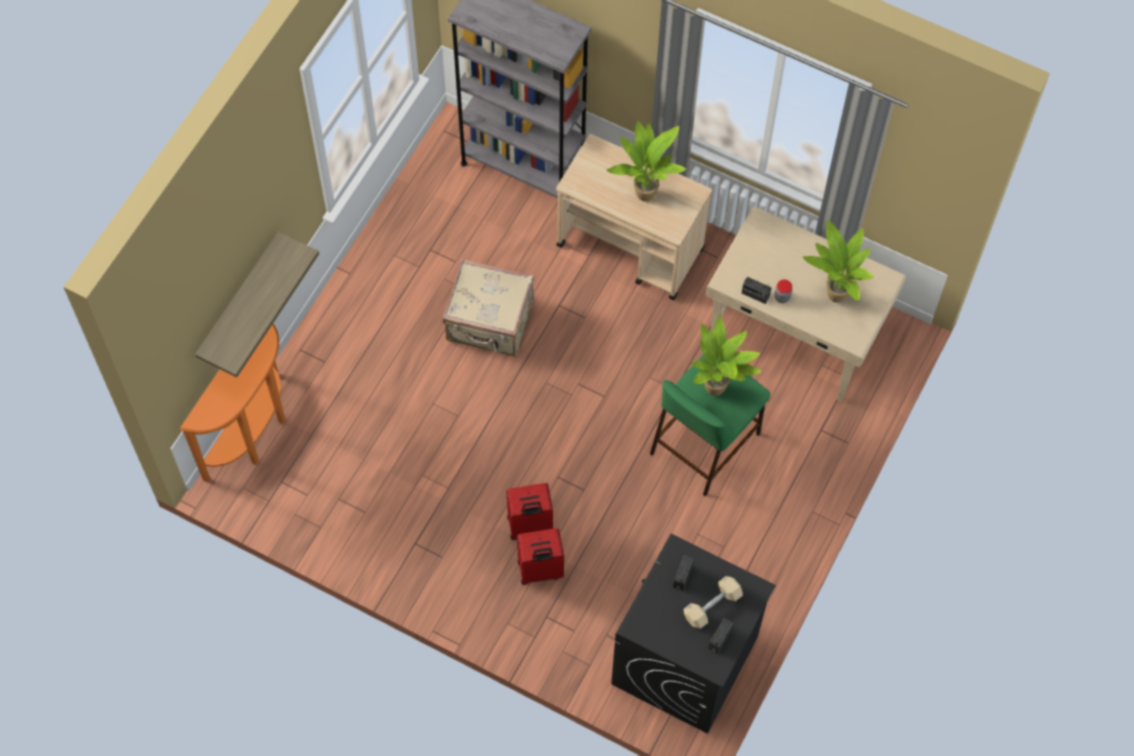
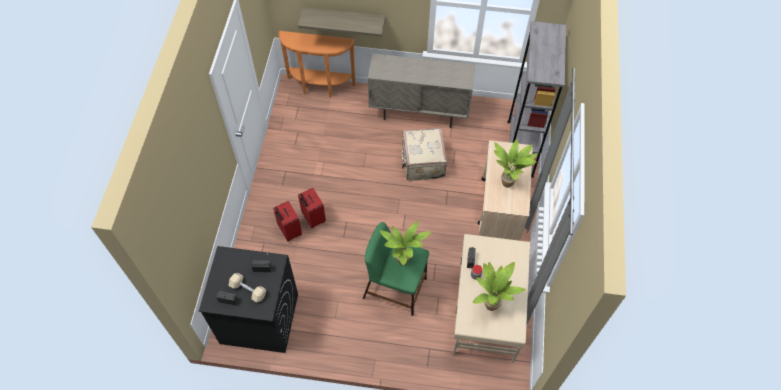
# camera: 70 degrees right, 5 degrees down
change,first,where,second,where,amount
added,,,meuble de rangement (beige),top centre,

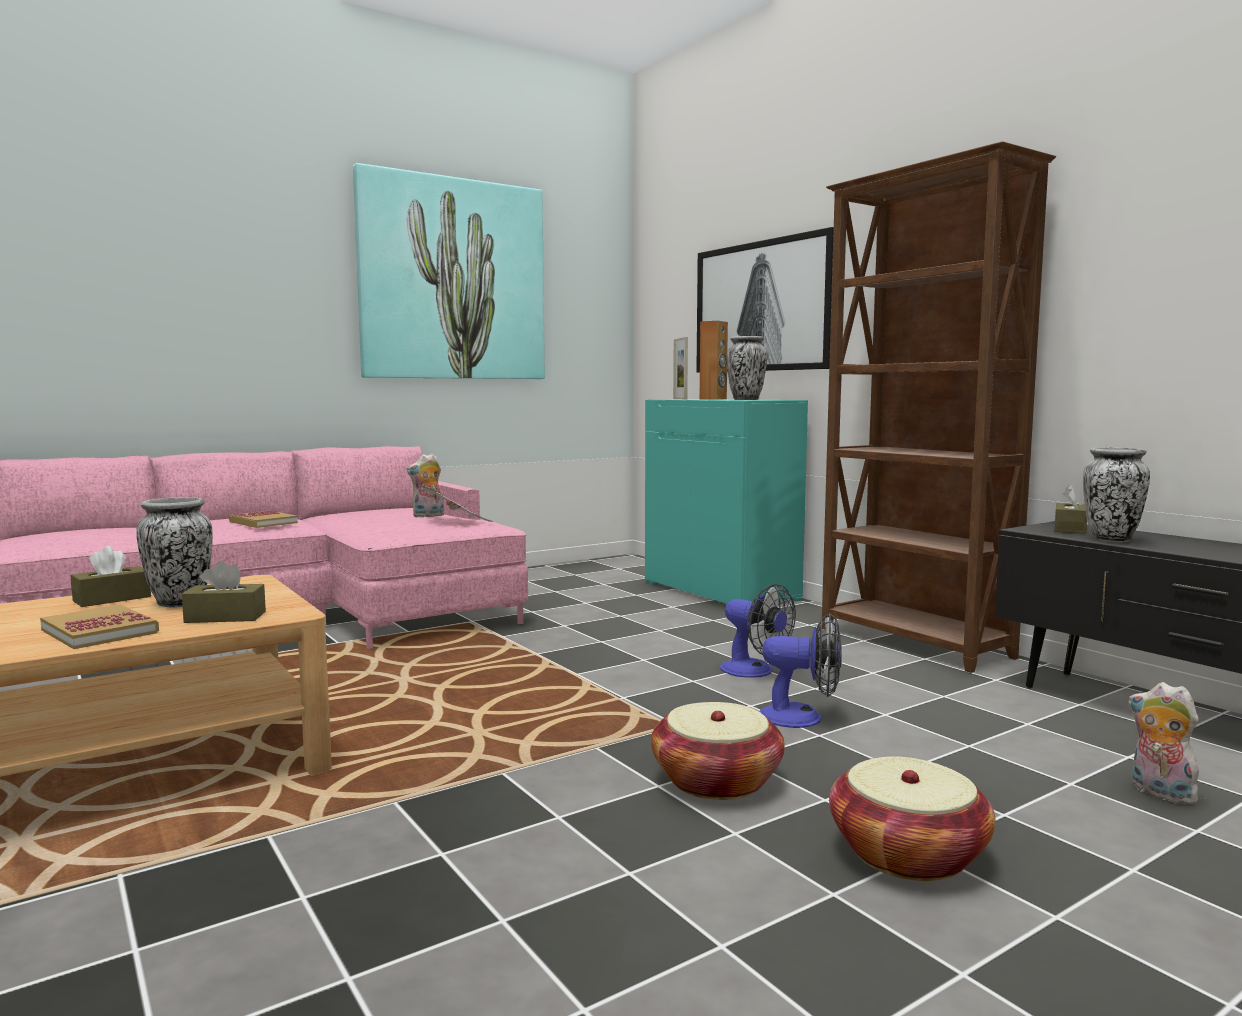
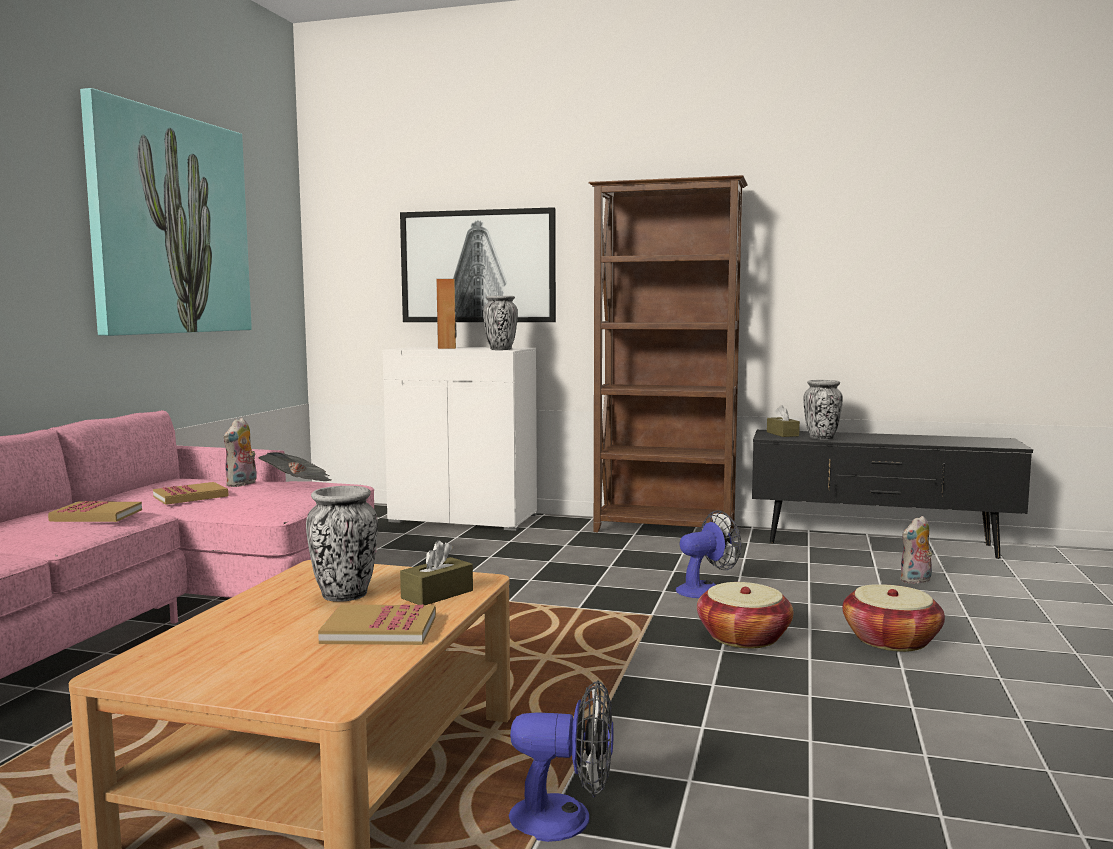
# camera: 40 degrees left, 0 degrees up
change,first,where,second,where,amount
removed,boîte à mouchoirs (marron) (1st from left),middle left,,,
removed,cadre photo,centre,,,
added,,,livre (2nd from left),middle left,
moved,ventilateur (1st from left),centre,,bottom centre,
recoloured,meuble de rangement (turquoise),centre,meuble de rangement (blanc),centre,
turned,peluche (2nd from left),bottom right,,middle right,45 degrees counterclockwise

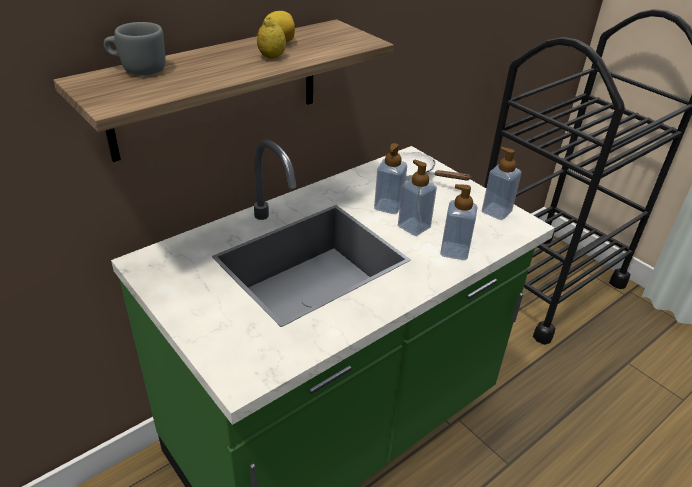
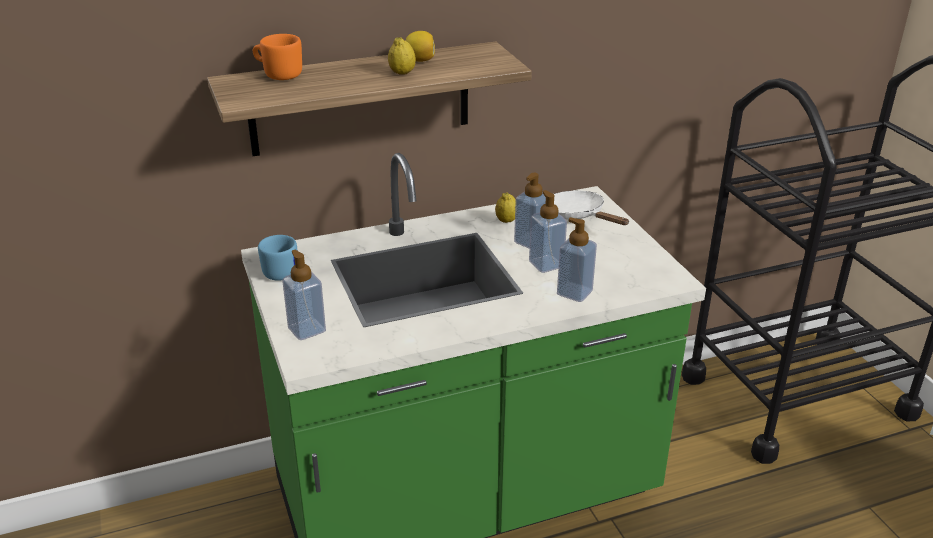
# camera: 20 degrees right, 5 degrees down
change,first,where,second,where,amount
added,,,mug (bleu),middle left,
added,,,citron (3rd from left),centre,
moved,distributeur de savon (4th from left in the first image),middle right,distributeur de savon (1st from left),middle left,
recoloured,mug (gris),top left,mug (orange),top left,

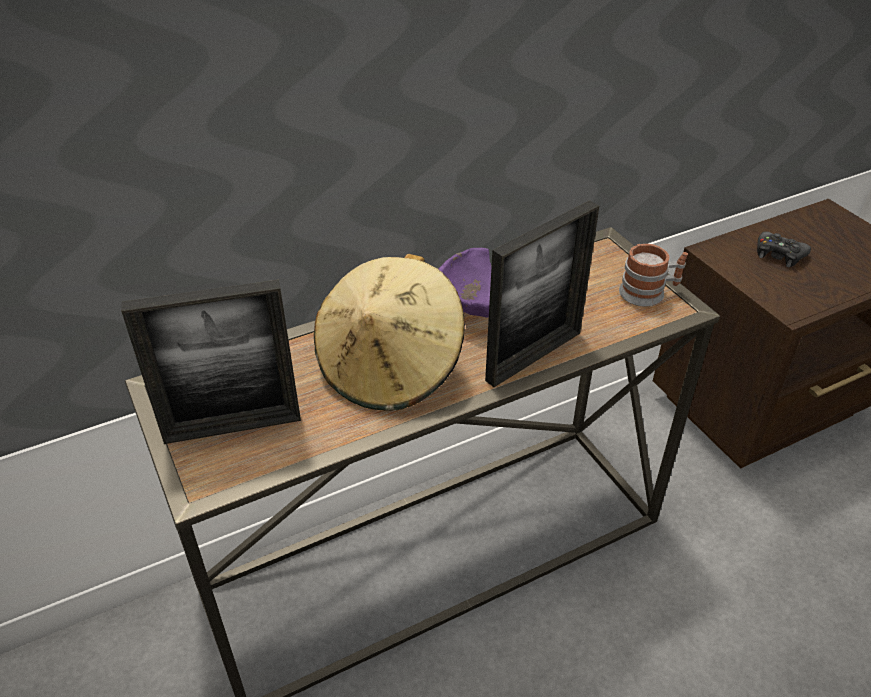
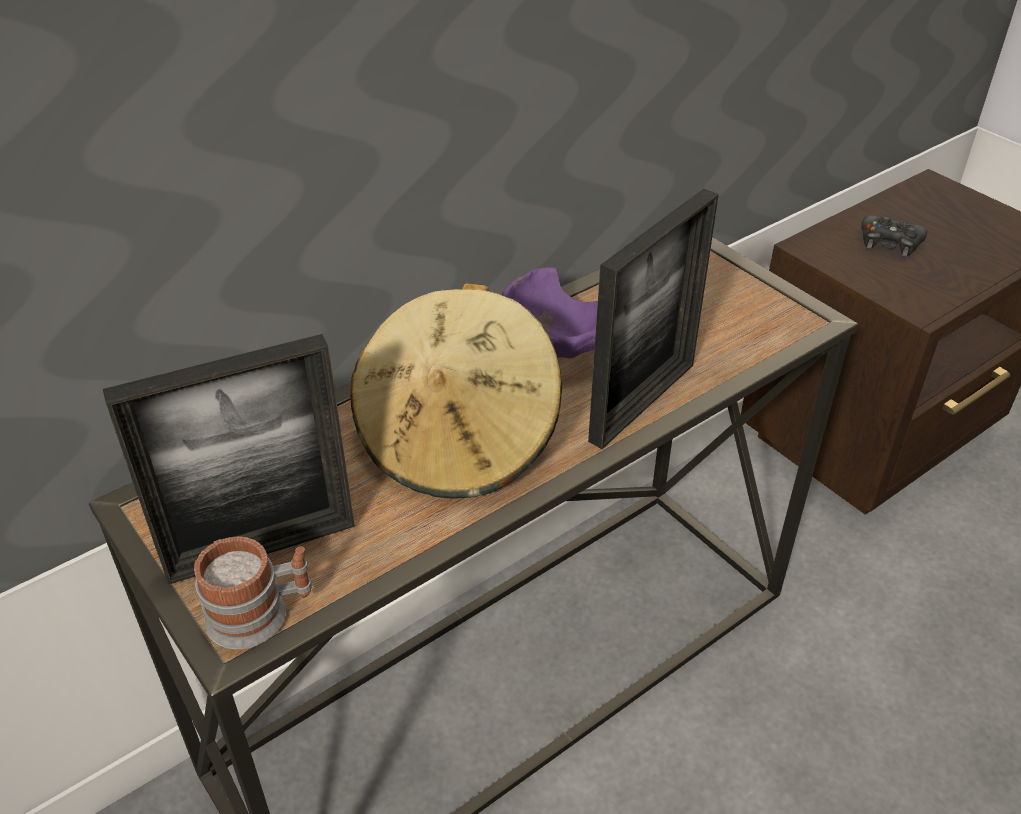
# camera: 10 degrees left, 0 degrees up
change,first,where,second,where,amount
moved,mug,middle right,,bottom left,

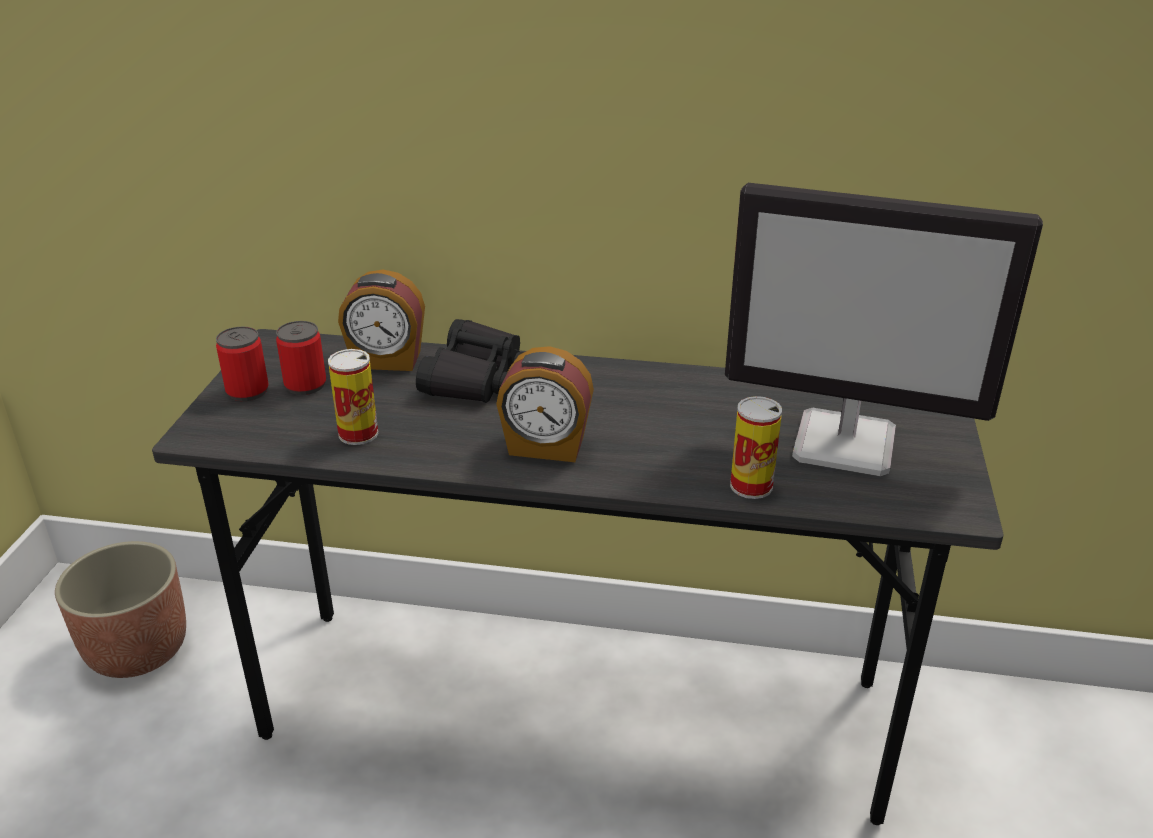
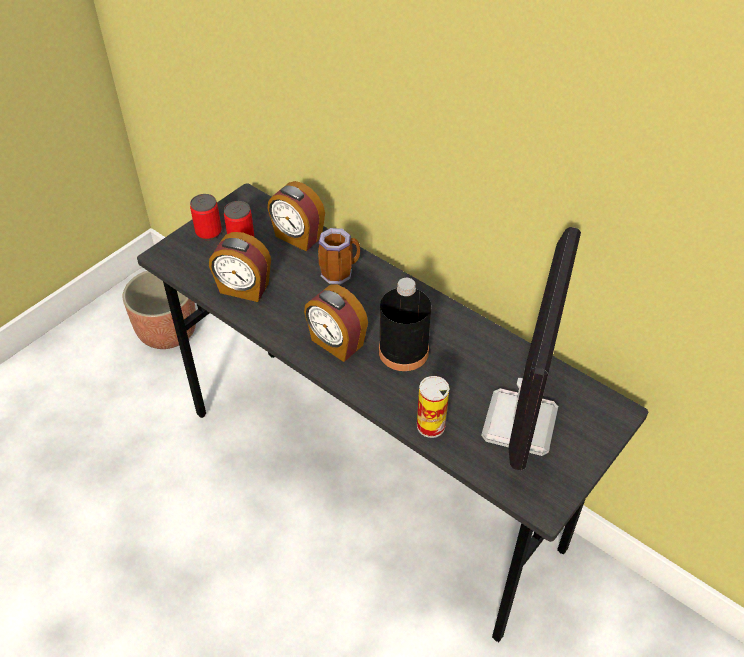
# camera: 30 degrees right, 15 degrees up
change,first,where,second,where,amount
added,,,bouteille (noir),centre,
replaced,boîte métallique (3rd from left),middle left,réveil (1st from left),middle left,
replaced,jumelles (noir),centre,mug,centre,
turned,écran d'ordinateur,middle right,,middle right,120 degrees counterclockwise

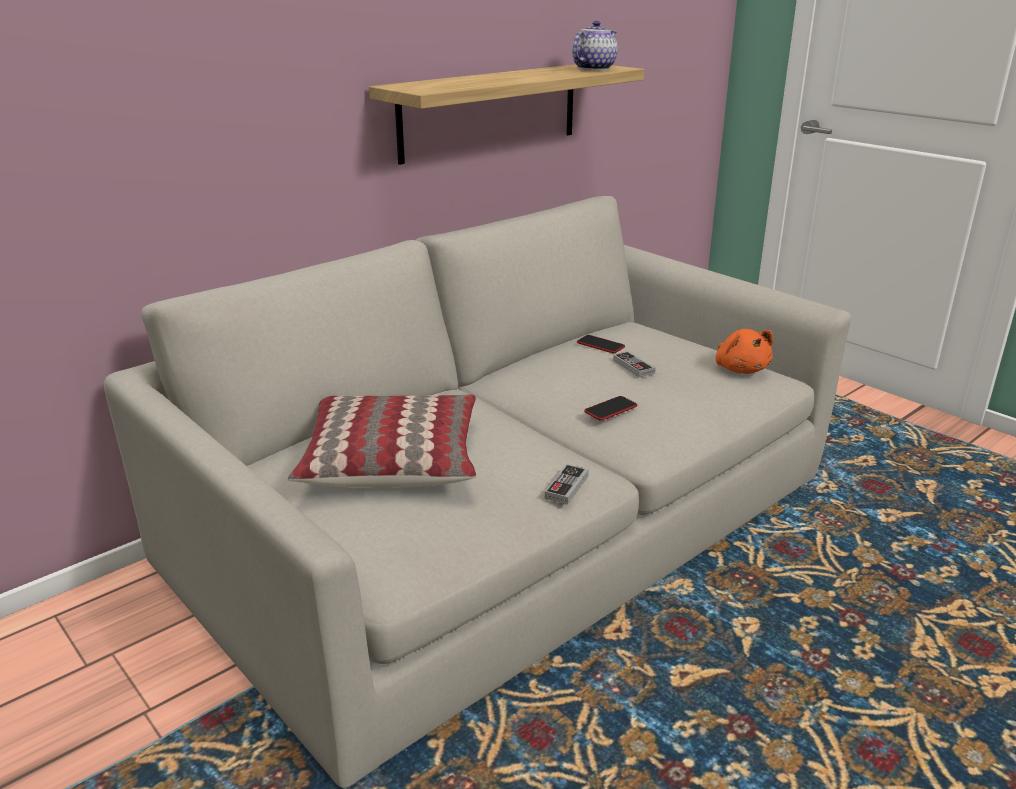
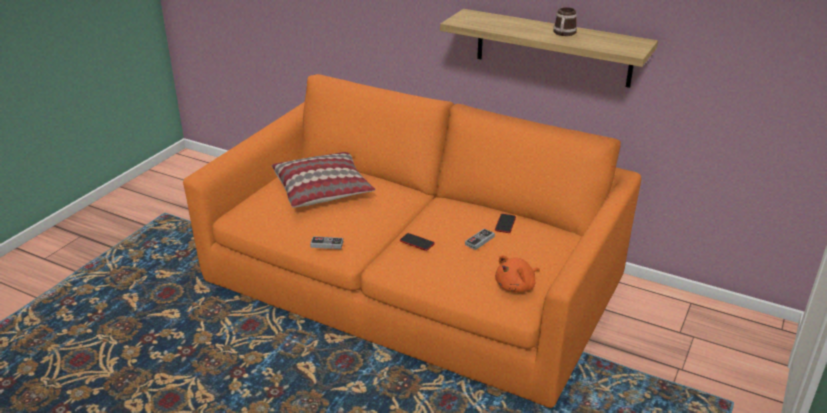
# camera: 70 degrees right, 5 degrees up
change,first,where,second,where,amount
removed,théière,top centre,,,
added,,,mug,top right,
recoloured,canapé (gris),centre,canapé (orange),centre,

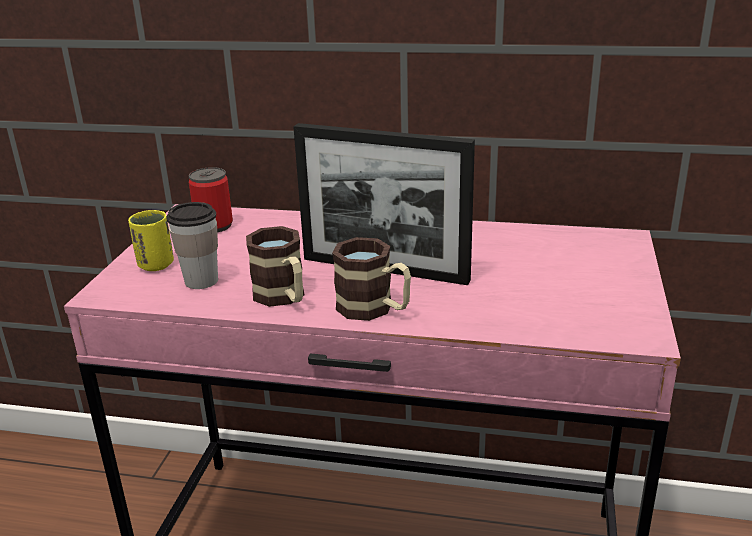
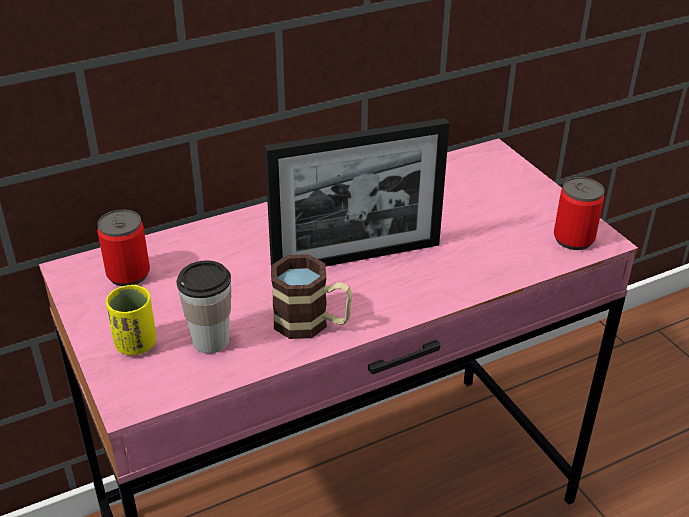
# camera: 40 degrees left, 10 degrees up
change,first,where,second,where,amount
removed,mug (2nd from left),centre,,,
added,,,boîte métallique (2nd from left),middle right,

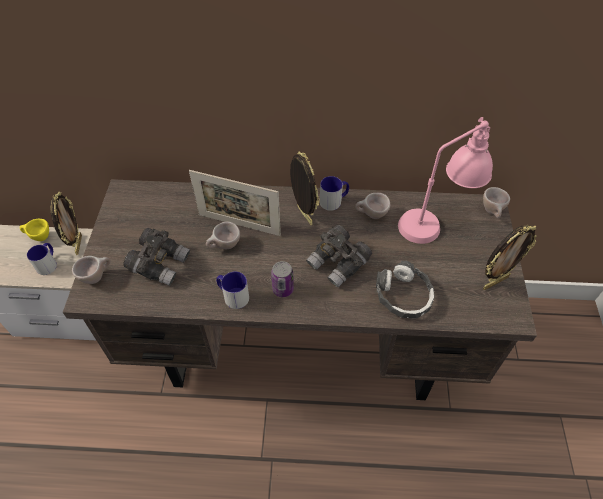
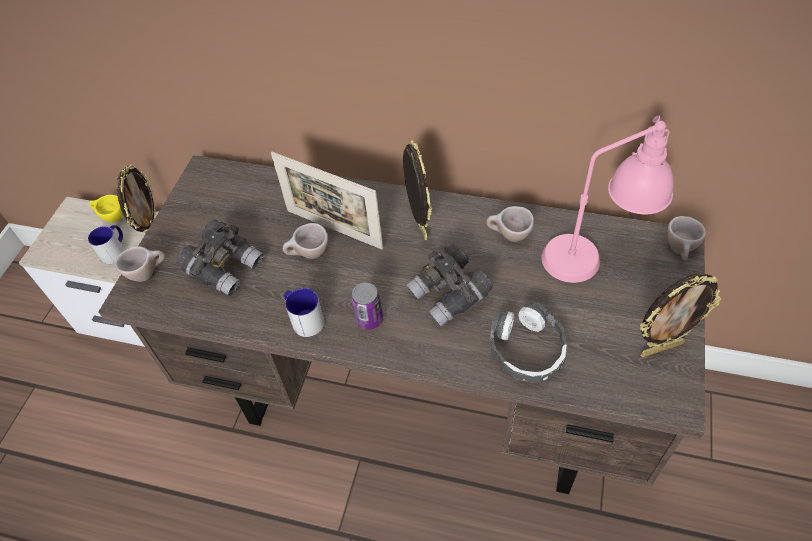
# camera: 15 degrees right, 0 degrees up
change,first,where,second,where,amount
removed,mug (3rd from left),centre,,,

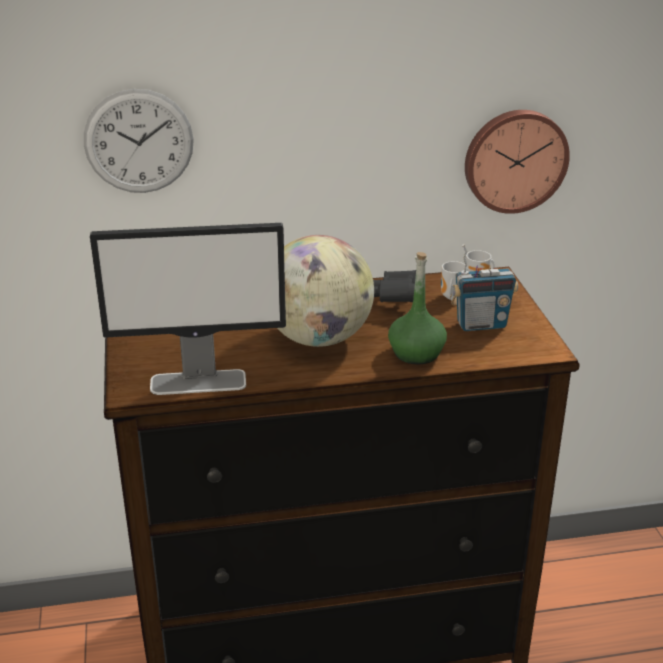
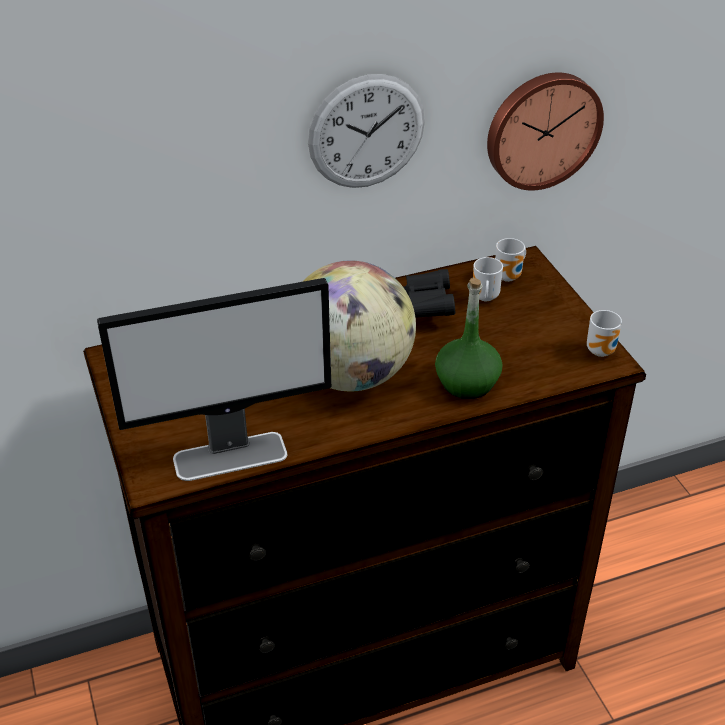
# camera: 10 degrees left, 10 degrees up
change,first,where,second,where,amount
removed,radio,middle right,,,
added,,,mug (3rd from left),middle right,
moved,horloge murale (1st from left),top left,,top centre,

